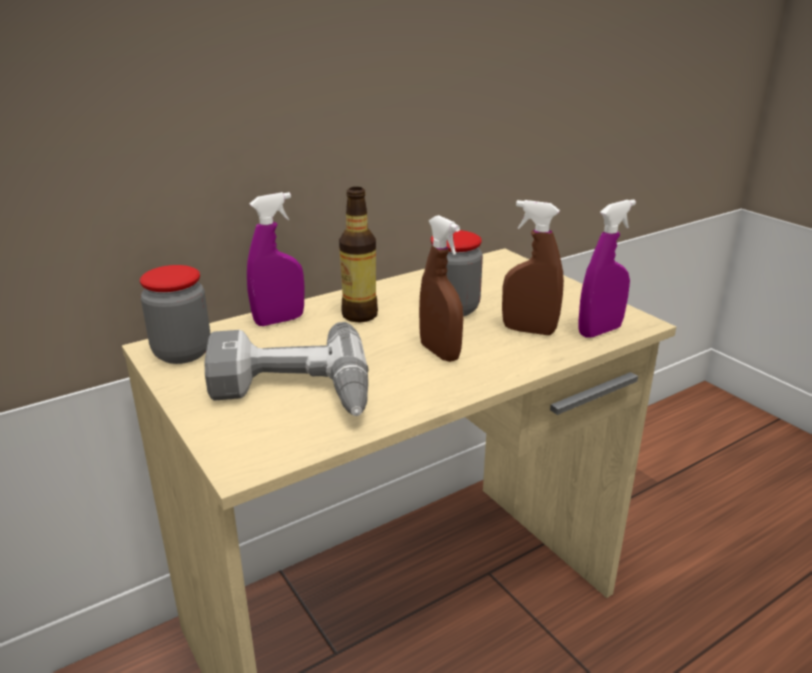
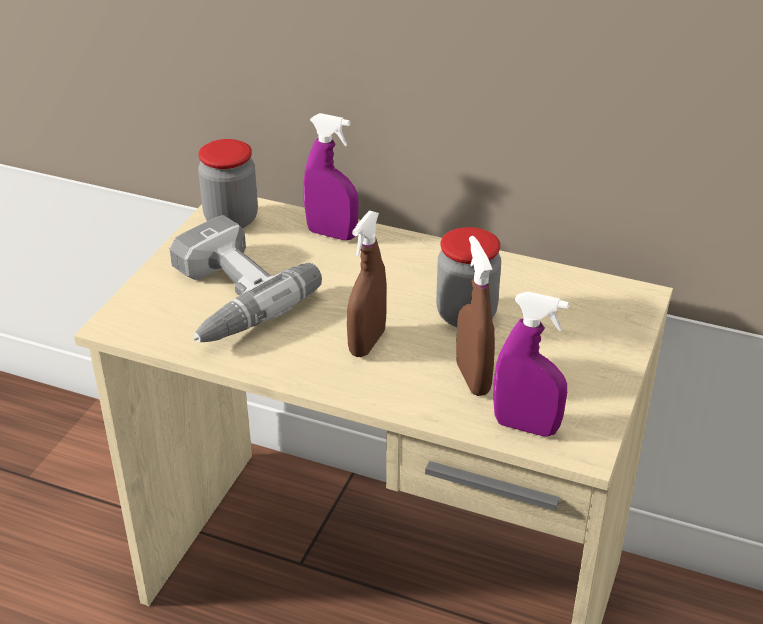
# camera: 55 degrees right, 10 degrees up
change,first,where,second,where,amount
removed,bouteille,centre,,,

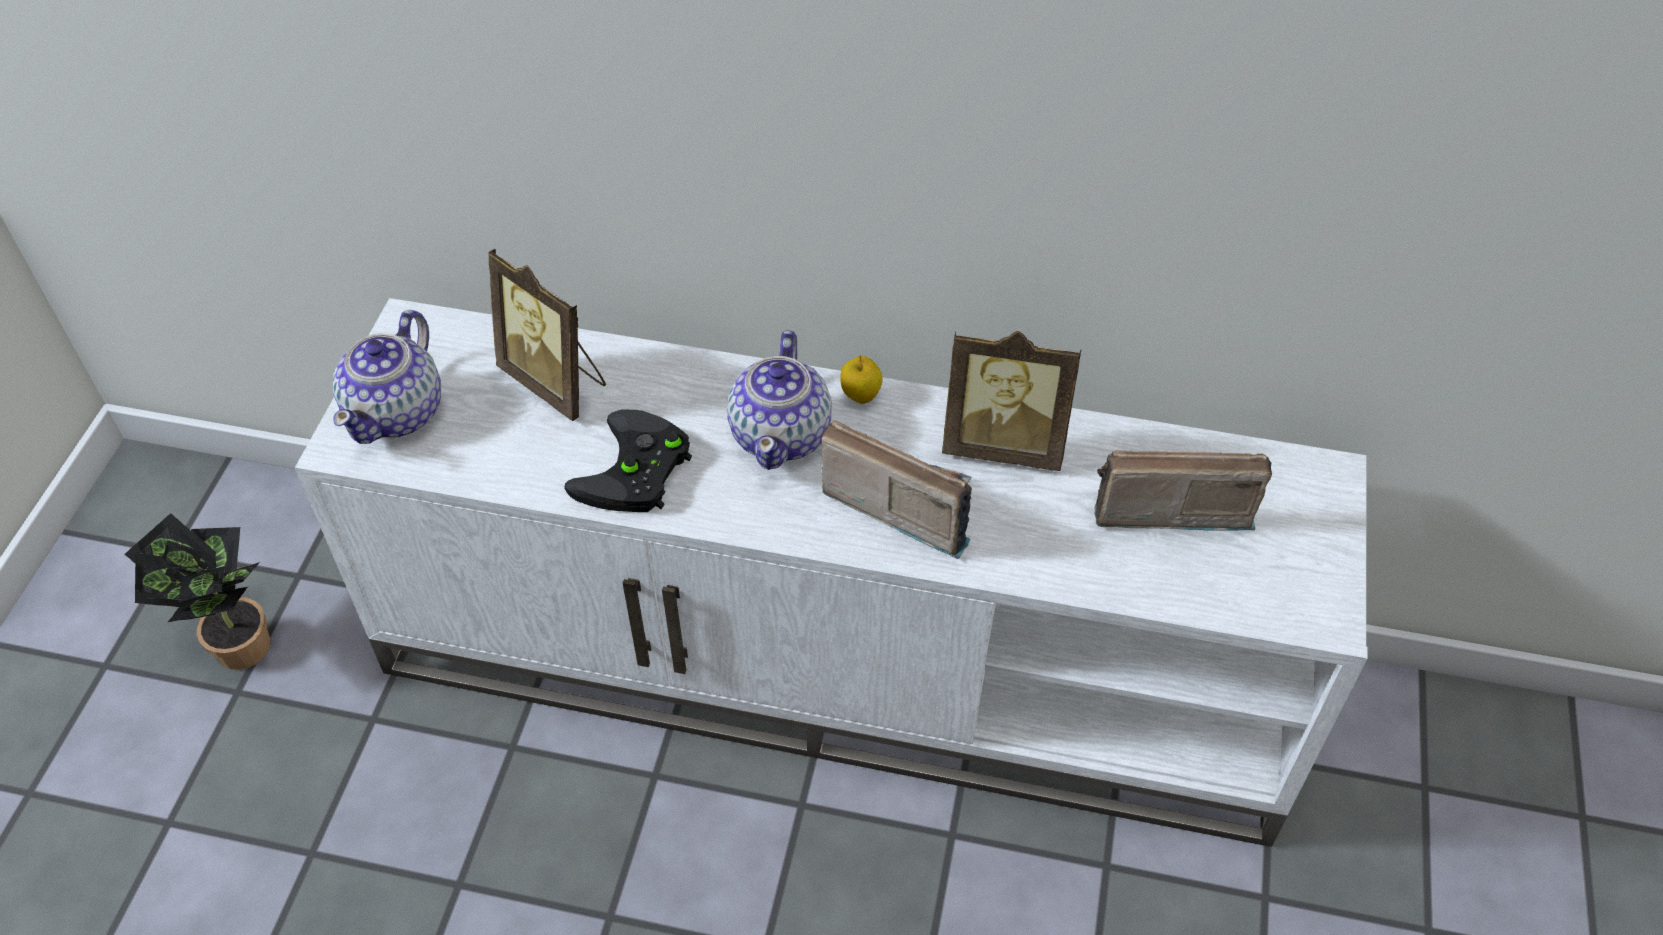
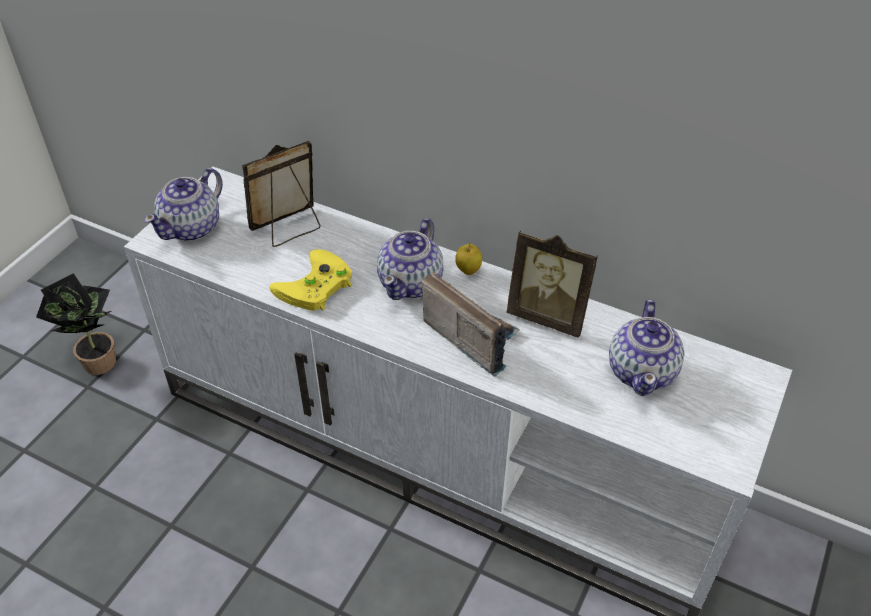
# camera: 15 degrees right, 5 degrees down
change,first,where,second,where,amount
replaced,radio (2nd from left),middle right,théière (3rd from left),middle right,
recoloured,manette (noir),centre,manette (jaune),centre,
turned,cadre photo (1st from left),middle left,,top left,90 degrees clockwise

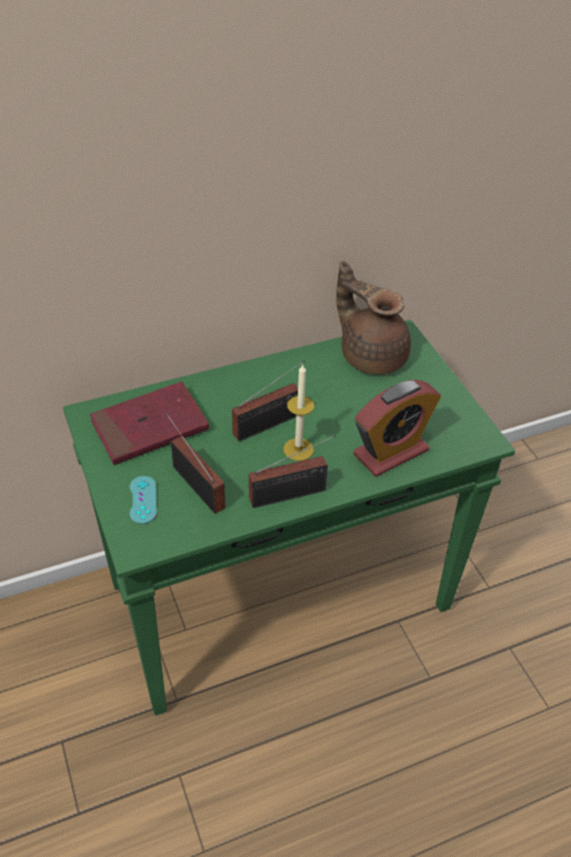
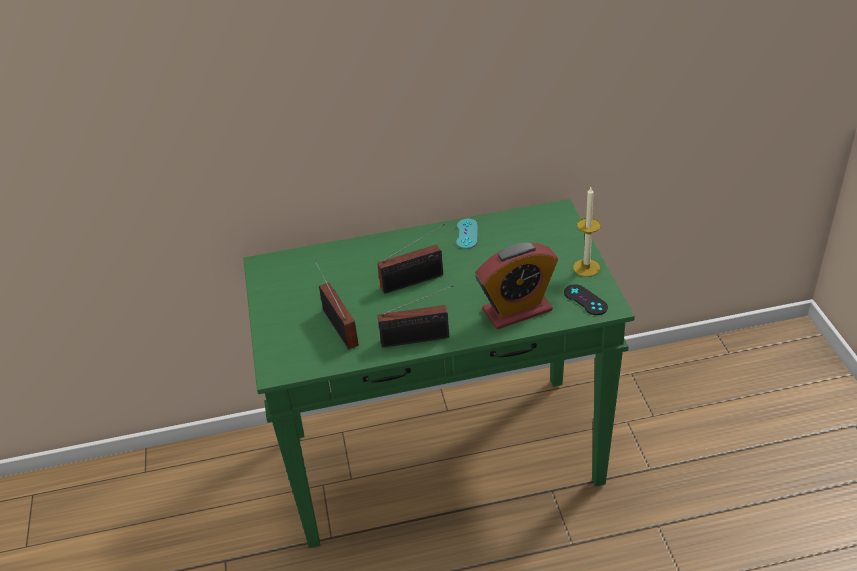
# camera: 15 degrees right, 5 degrees down
change,first,where,second,where,amount
removed,livre (rouge),middle left,,,
removed,théière (marron),centre,,,
added,,,manette (noir),middle right,
moved,manette (turquoise),middle left,,centre,
moved,bougie,centre,,middle right,

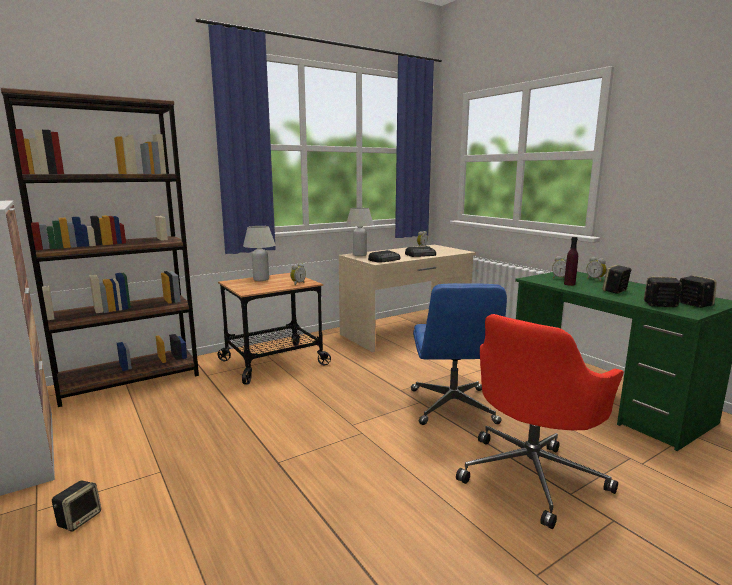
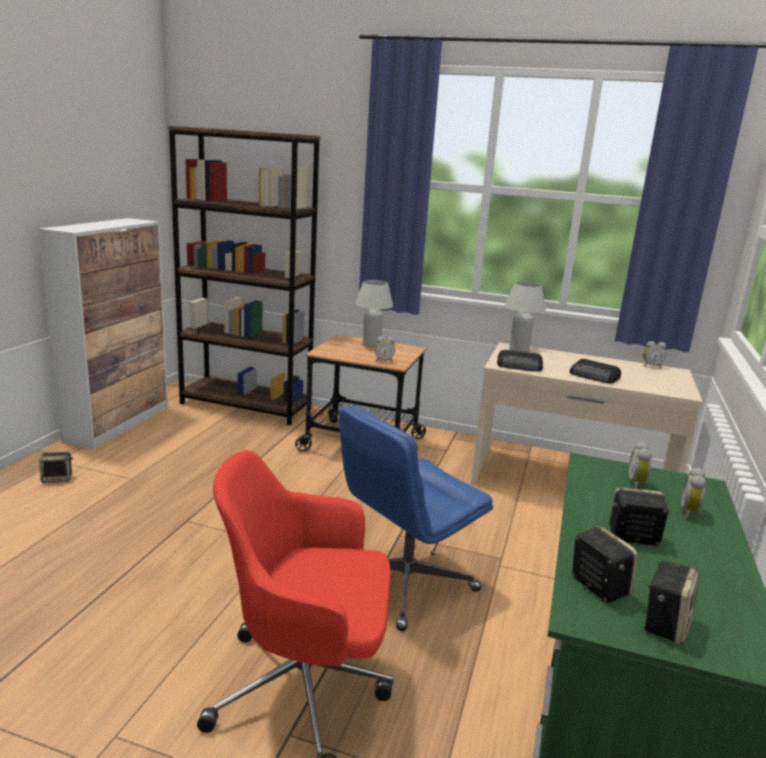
# camera: 50 degrees right, 5 degrees up
change,first,where,second,where,amount
removed,bouteille (violet),middle right,,,

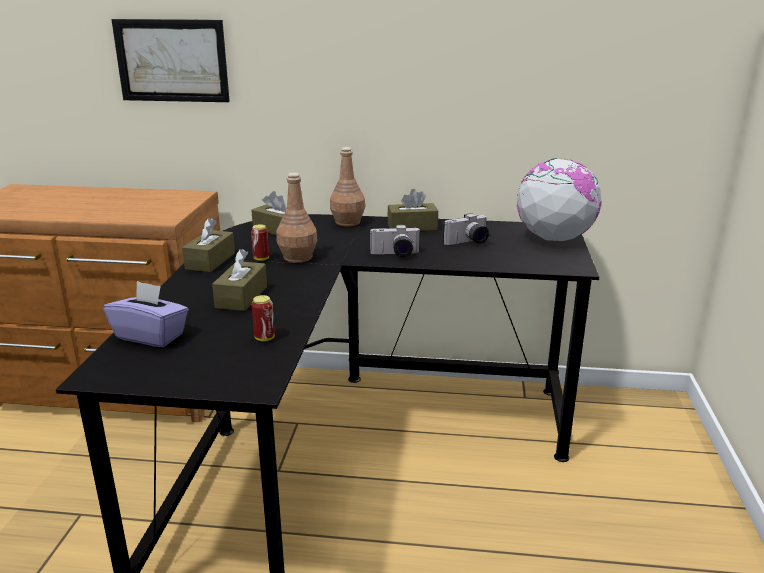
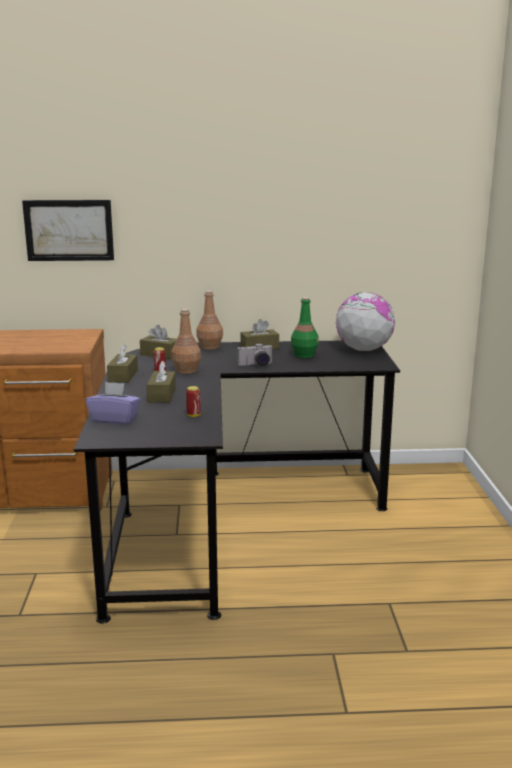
# camera: 10 degrees left, 5 degrees down
change,first,where,second,where,amount
replaced,appareil photo (2nd from left),centre,bouteille (vert),centre,

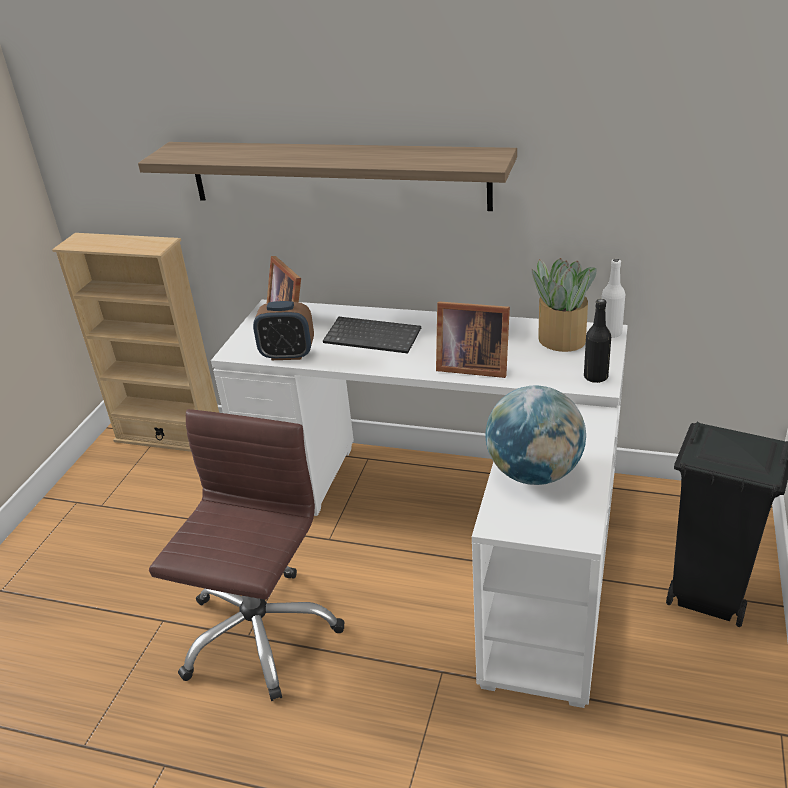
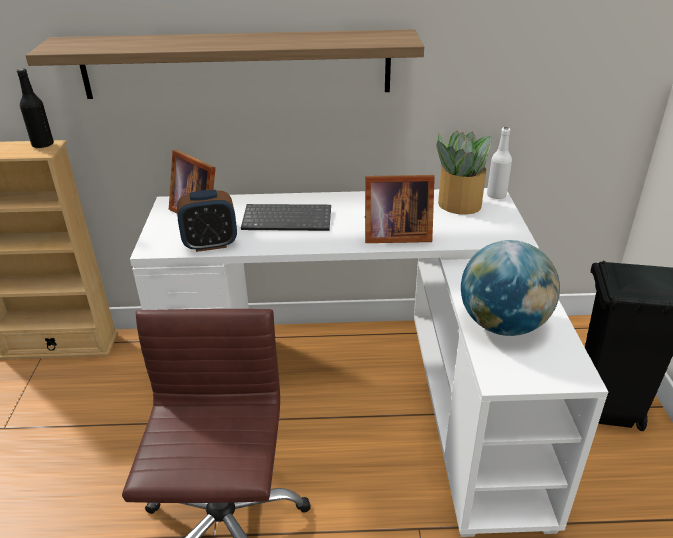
# camera: 20 degrees left, 0 degrees up
change,first,where,second,where,amount
moved,bouteille (noir),middle right,,top left,

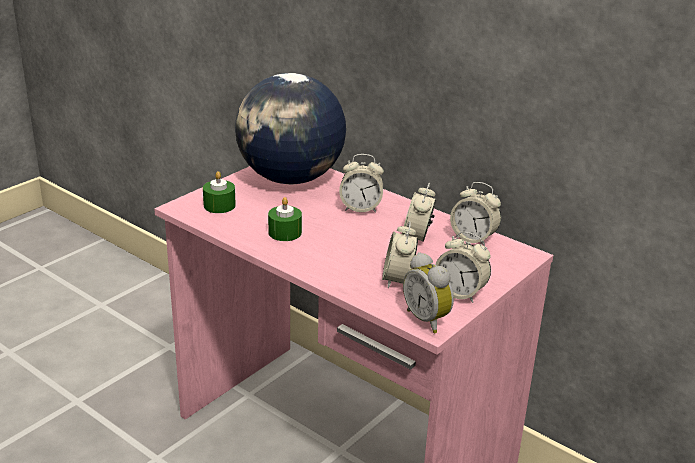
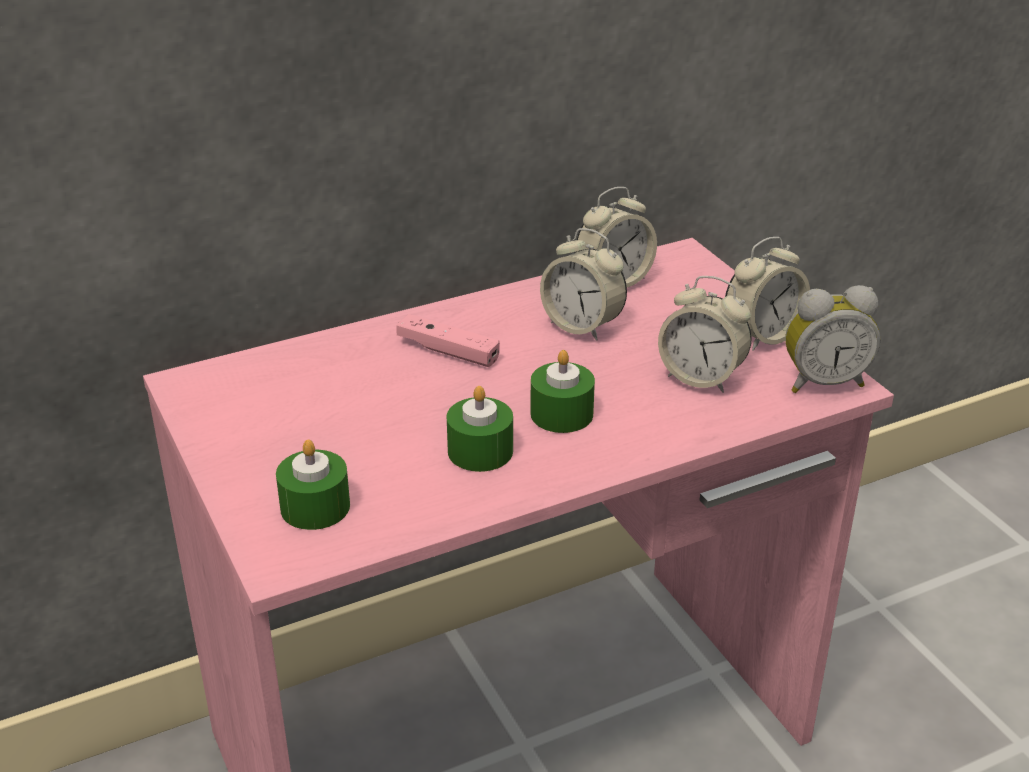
# camera: 65 degrees left, 5 degrees up
change,first,where,second,where,amount
removed,globe,top centre,,,
added,,,bougie (vert) (3rd from left),centre,
replaced,réveil (1st from left),centre,manette (rose),centre,

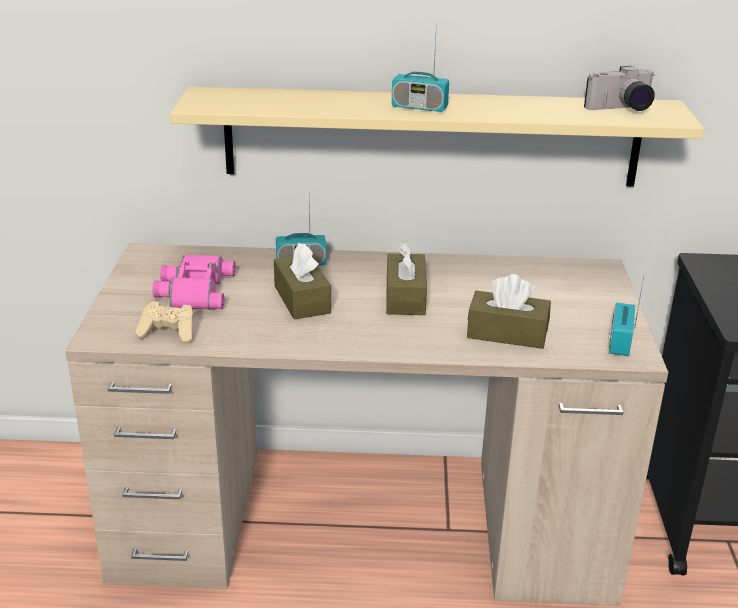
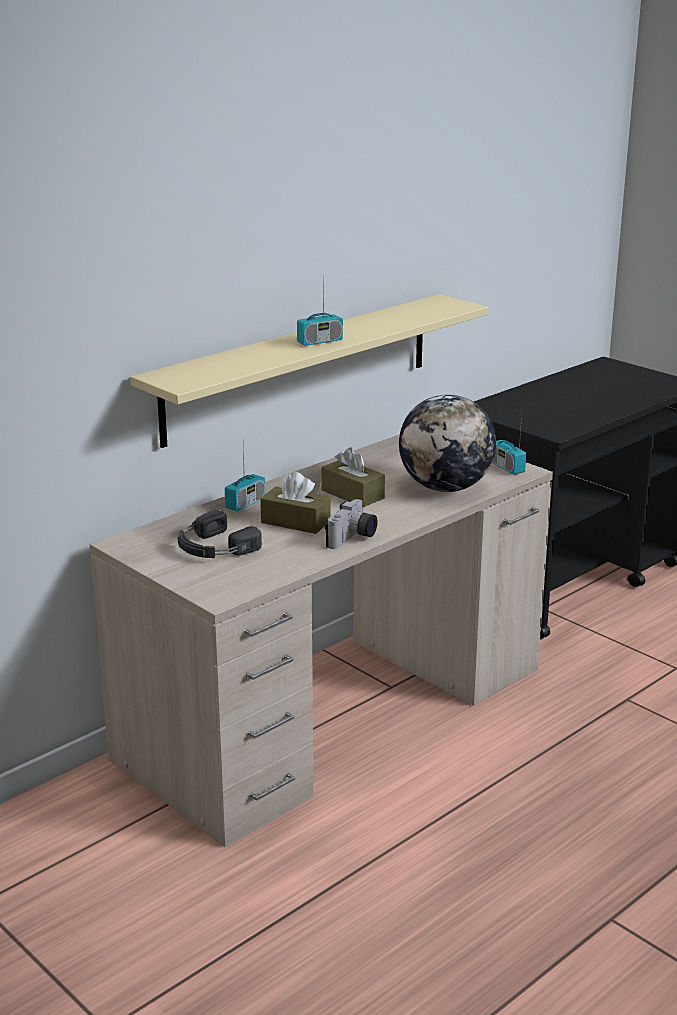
# camera: 45 degrees left, 5 degrees down
change,first,where,second,where,amount
removed,manette (beige),middle left,,,
moved,appareil photo,top right,,centre,
replaced,jumelles (rose),middle left,casque audio (noir),middle left,
replaced,boîte à mouchoirs (marron) (3rd from left),middle right,globe,centre,

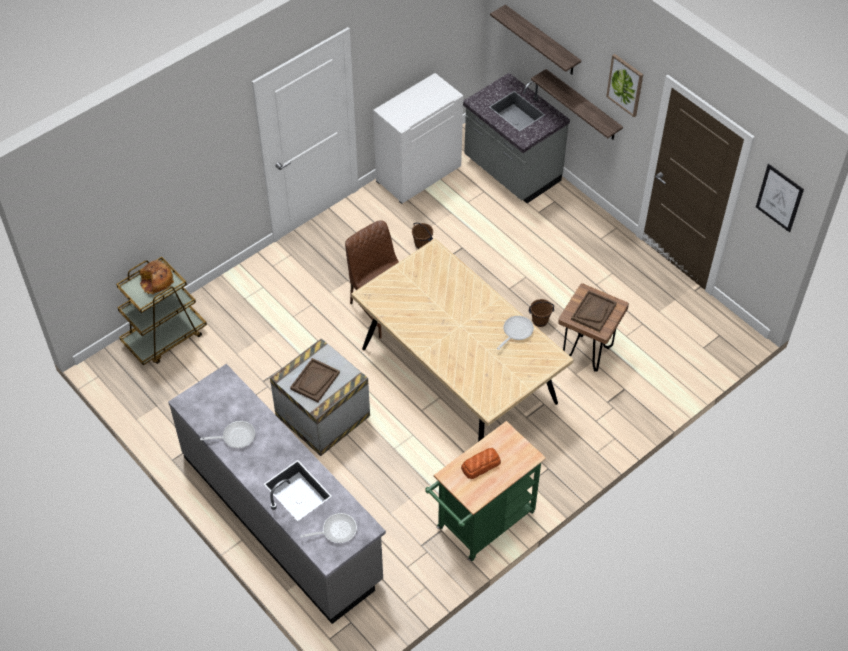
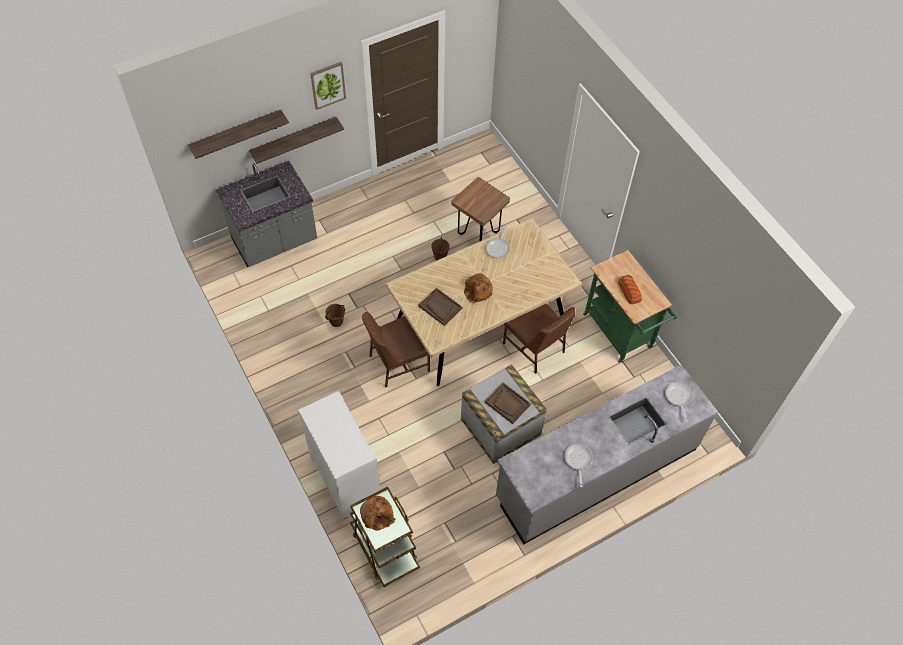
# camera: 80 degrees left, 5 degrees up
change,first,where,second,where,amount
removed,tableau (2nd from left),top right,,,
added,,,pain (2nd from left),centre,
added,,,chaise (marron) (2nd from left),centre,
moved,meuble de rangement (blanc),top centre,,bottom centre,
moved,plateau (marron) (2nd from left in the first image),middle right,plateau (marron) (1st from left),centre,
turned,poêle (3rd from left in the first image),centre,poêle (1st from left),centre,120 degrees counterclockwise

